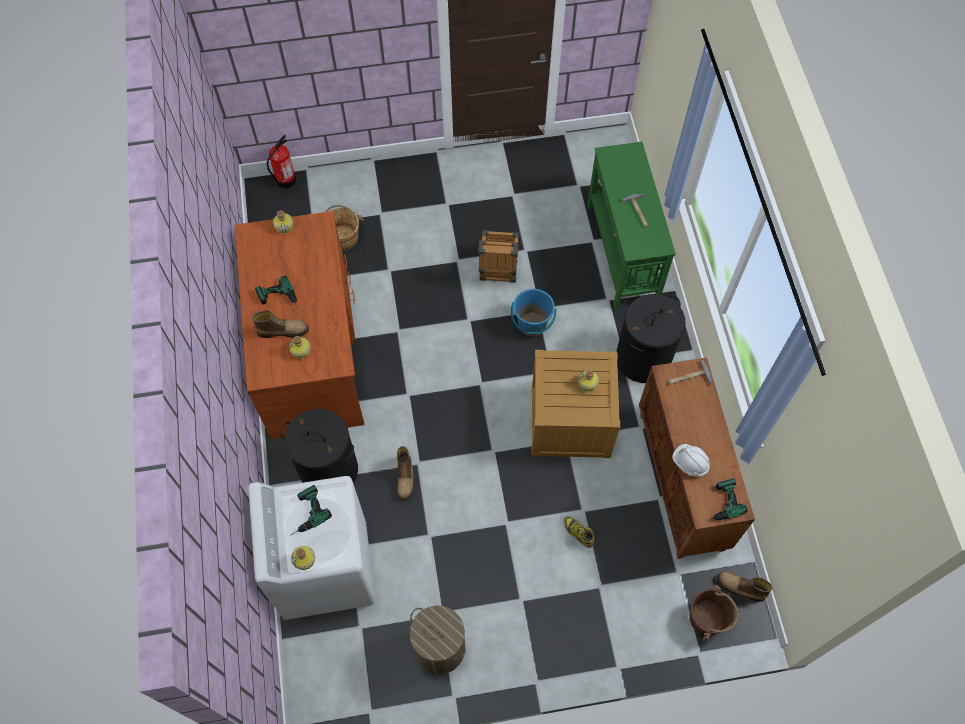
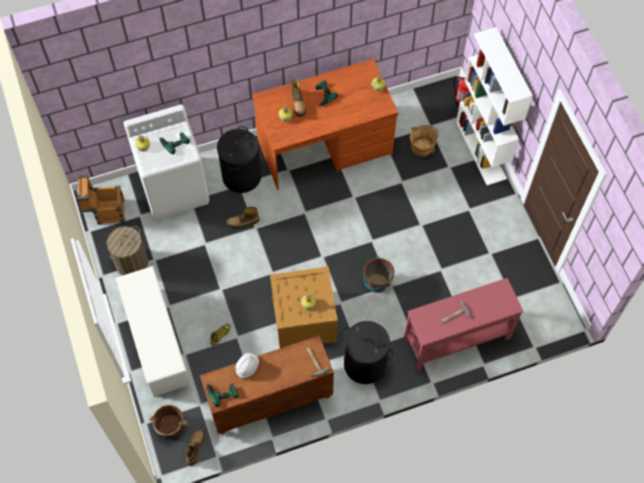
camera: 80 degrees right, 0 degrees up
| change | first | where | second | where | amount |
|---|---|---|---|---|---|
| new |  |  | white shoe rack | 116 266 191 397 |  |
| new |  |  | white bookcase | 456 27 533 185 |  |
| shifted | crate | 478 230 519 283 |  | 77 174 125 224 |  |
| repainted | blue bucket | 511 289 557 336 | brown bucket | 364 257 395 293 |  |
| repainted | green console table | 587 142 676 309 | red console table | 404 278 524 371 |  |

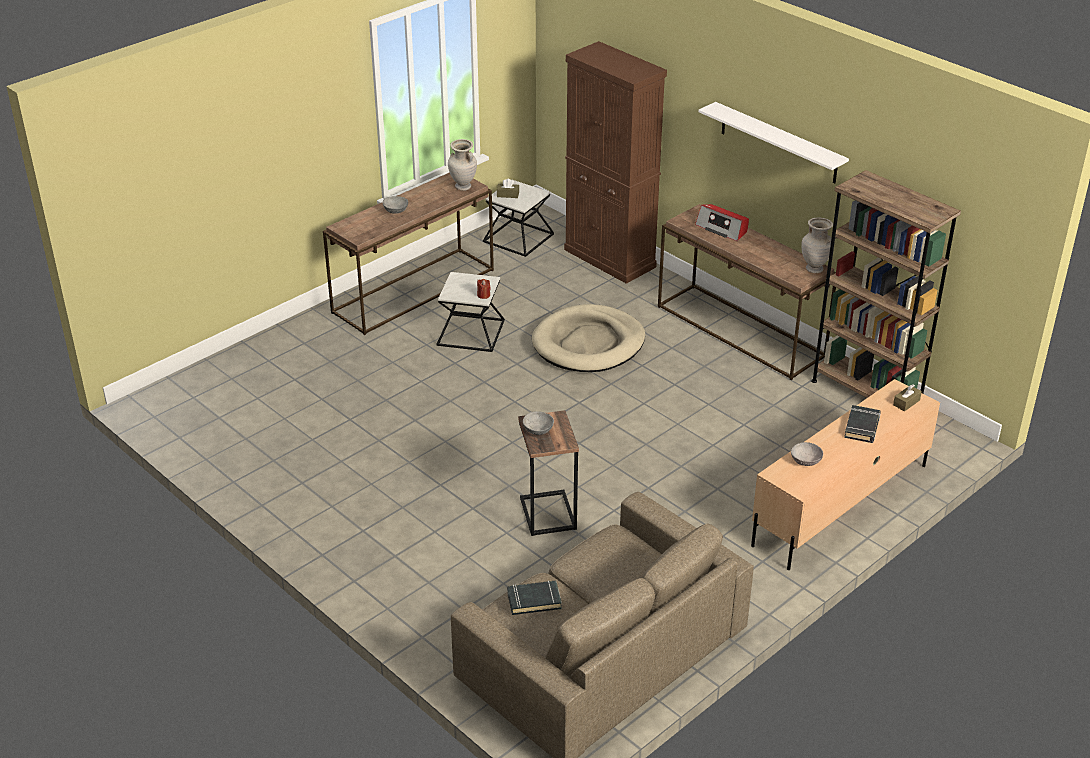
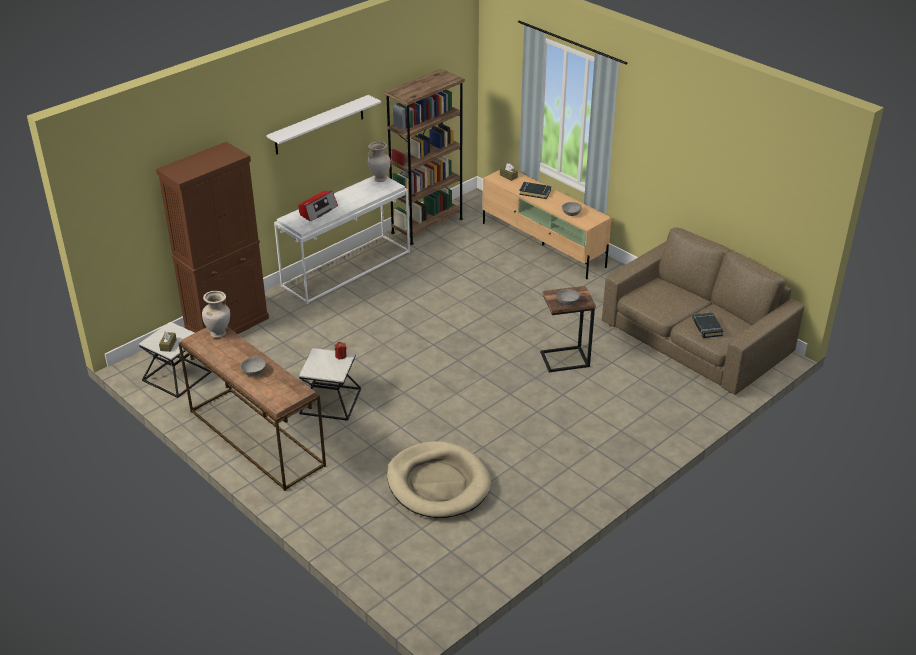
camera: 90 degrees left, 0 degrees up
| change | first | where | second | where | amount |
|---|---|---|---|---|---|
| shifted | beige dog bed | 532 304 645 372 |  | 387 441 491 518 |  |
| repainted | brown console table | 658 204 836 380 | white console table | 274 176 410 304 |  |

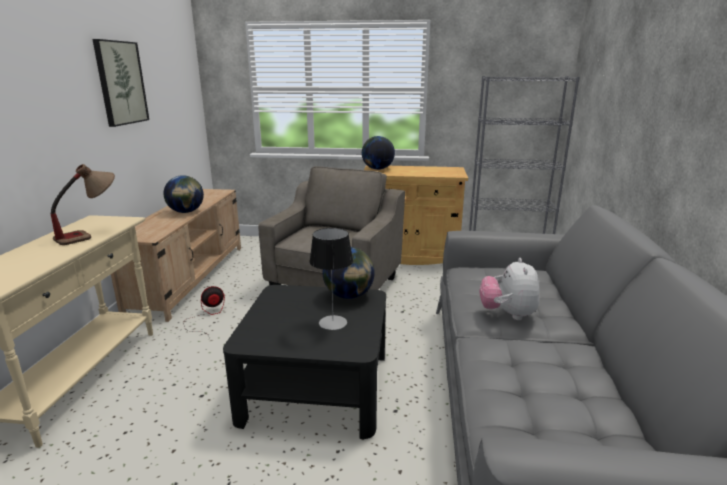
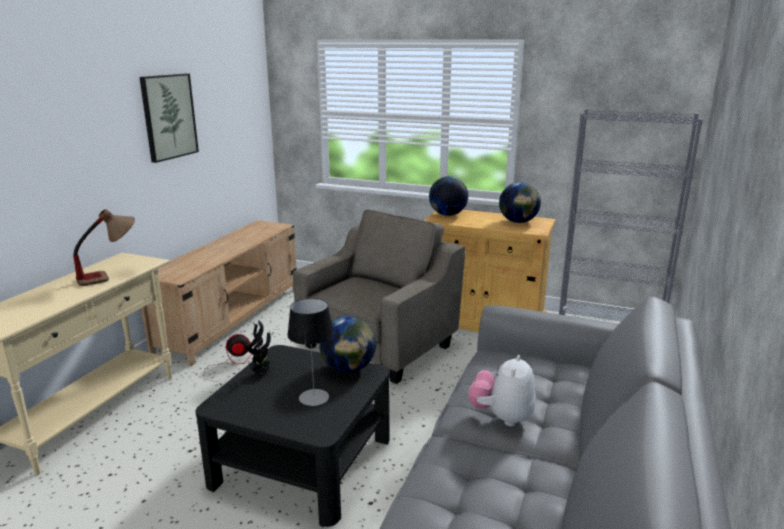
camera: 15 degrees right, 0 degrees up
| change | first | where | second | where | amount |
|---|---|---|---|---|---|
| new |  |  | potted plant | 248 321 271 374 |  |
| shifted | globe | 163 175 204 213 |  | 499 182 541 223 |  |

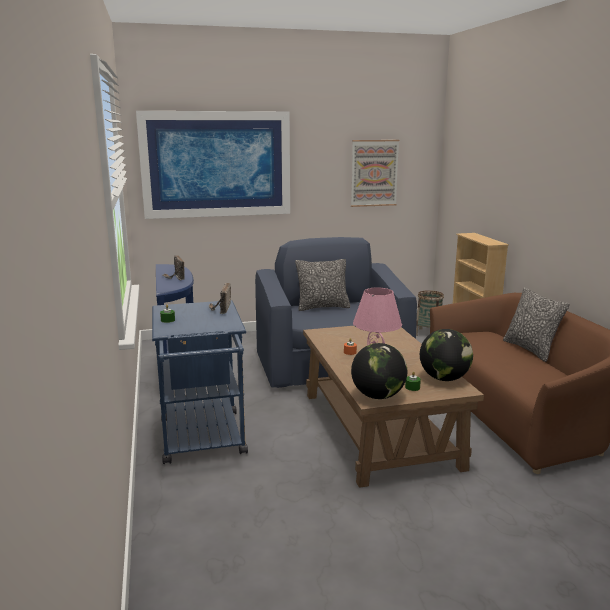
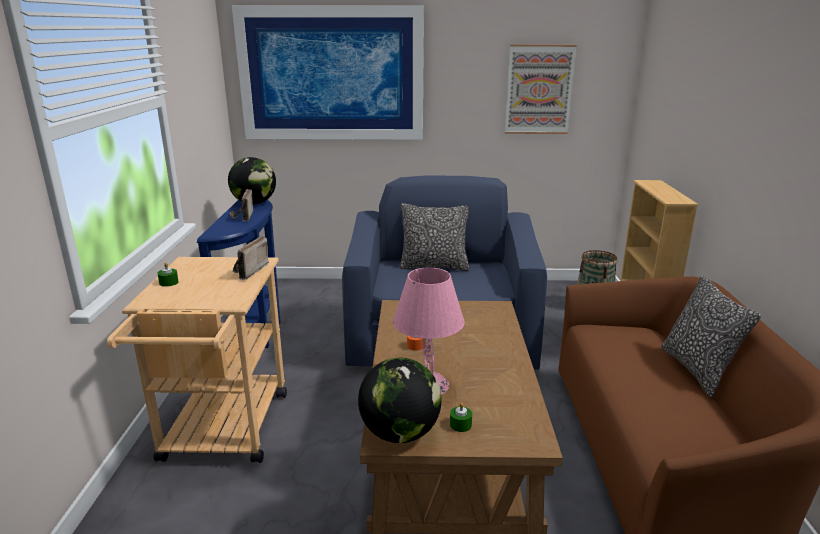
camera: 15 degrees right, 5 degrees up
| change | first | where | second | where | amount |
|---|---|---|---|---|---|
| shifted | globe | 420 329 473 381 |  | 228 157 276 204 |  |
| repainted | blue cart | 152 300 248 464 | beige cart | 107 257 287 463 |  |

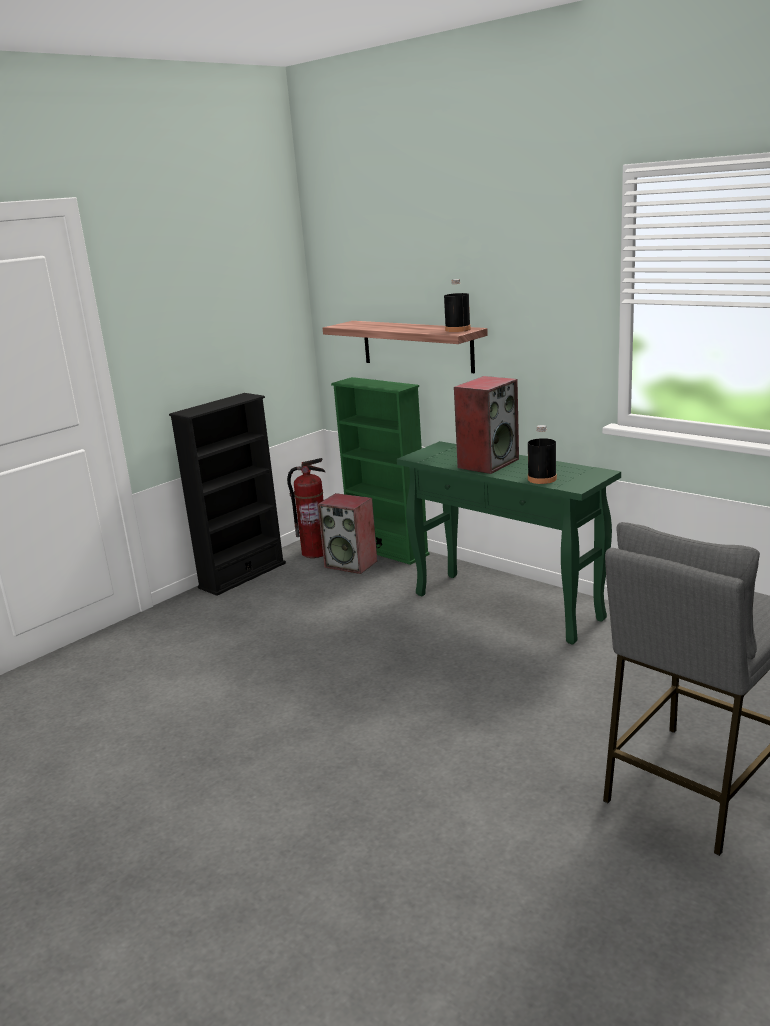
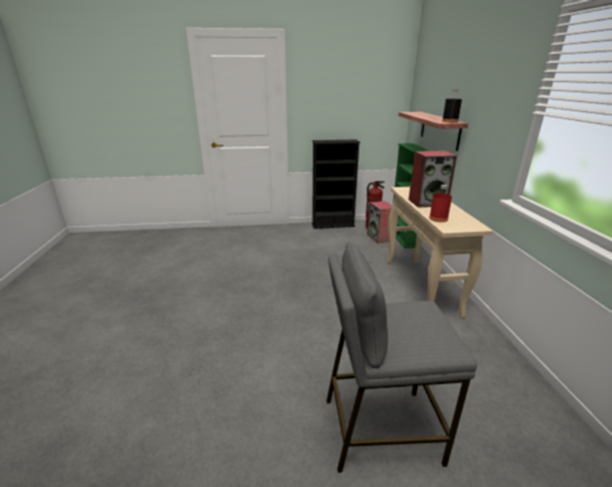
camera: 40 degrees right, 5 degrees up
| change | first | where | second | where | amount |
|---|---|---|---|---|---|
| repainted | green console table | 397 441 621 644 | beige console table | 387 187 493 319 |  |
| repainted | black bottle | 528 425 557 484 | red bottle | 429 185 452 222 |  |

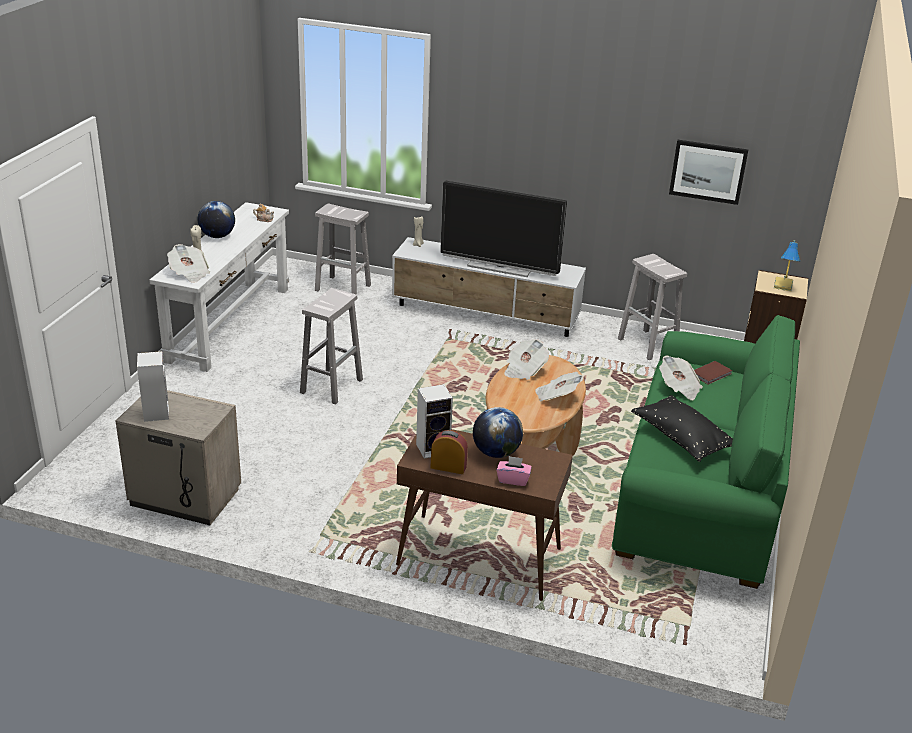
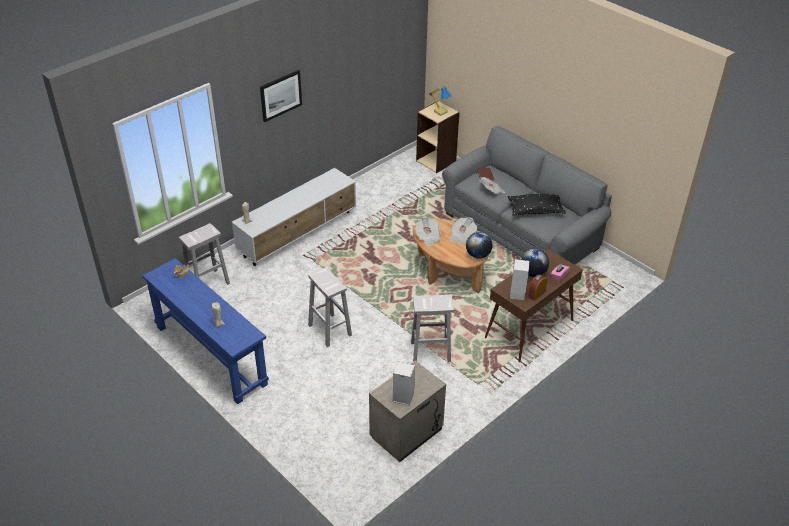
camera: 60 degrees left, 10 degrees up
| change | first | where | second | where | amount |
|---|---|---|---|---|---|
| gone | newspaper | 167 244 210 283 |  |  |  |
| gone | television | 440 181 567 277 |  |  |  |
| shifted | globe | 198 201 235 238 |  | 466 232 492 259 |  |
| shifted | white stool | 618 254 687 360 |  | 411 295 454 362 |  |
| shifted | picture | 669 140 748 205 |  | 260 70 302 122 |  |
| repainted | white console table | 149 202 289 372 | blue console table | 142 258 269 404 |  |
| repainted | green sofa | 612 315 800 589 | grey sofa | 442 126 612 265 |  |

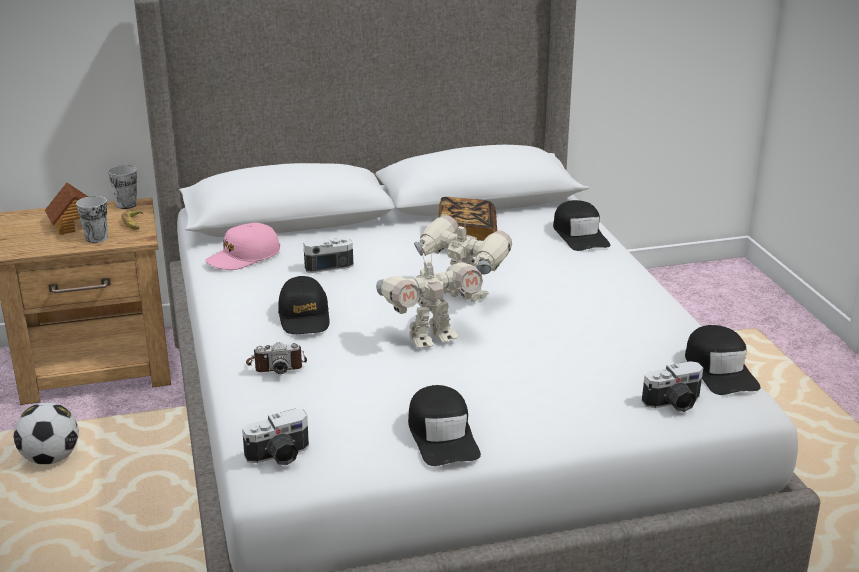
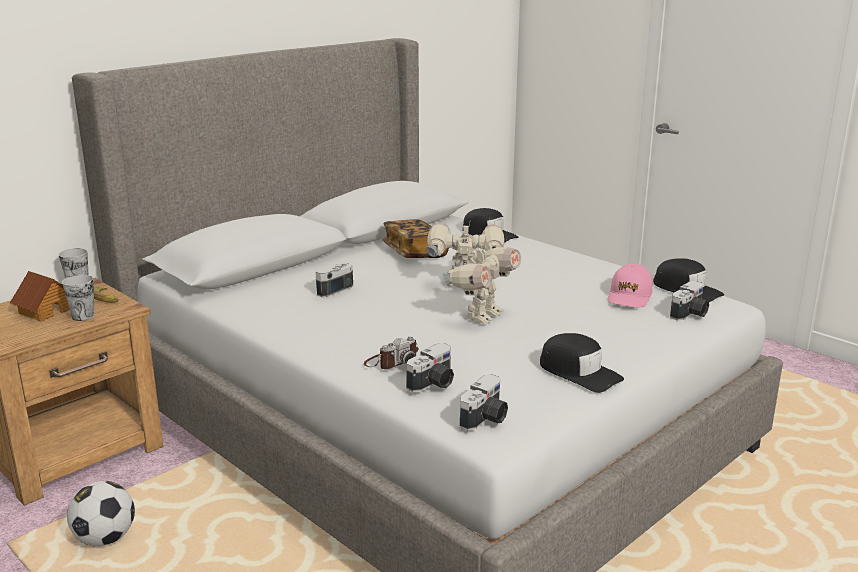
camera: 30 degrees left, 5 degrees down
| change | first | where | second | where | amount |
|---|---|---|---|---|---|
| gone | black cap | 278 276 330 334 |  |  |  |
| new |  |  | photo camera | 406 343 454 392 |  |
| shifted | pink cap | 205 223 280 270 |  | 608 264 653 307 |  |

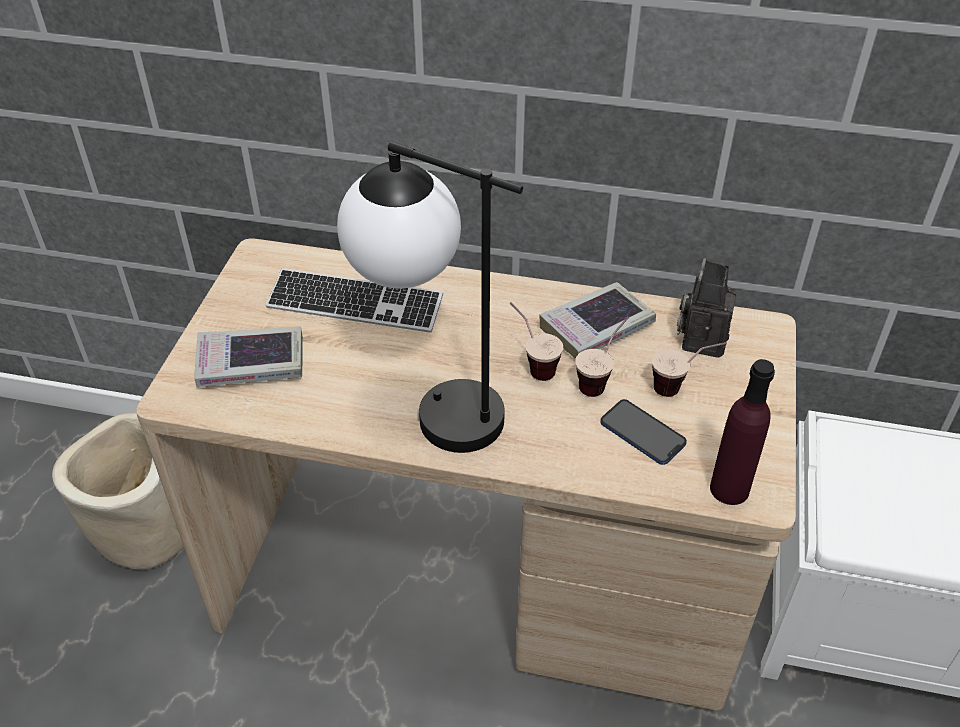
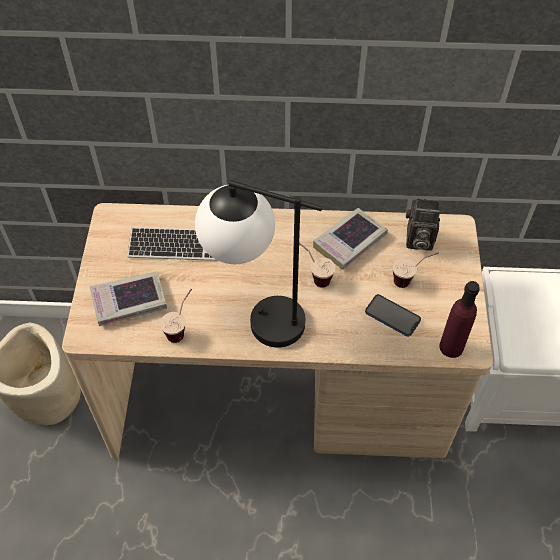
camera: 10 degrees left, 10 degrees up
| change | first | where | second | where | amount |
|---|---|---|---|---|---|
| shifted | cup | 575 317 629 397 |  | 160 289 192 343 |  |
| rotated | photo camera | 677 258 737 358 |  | 406 199 440 251 | 90 degrees counterclockwise |

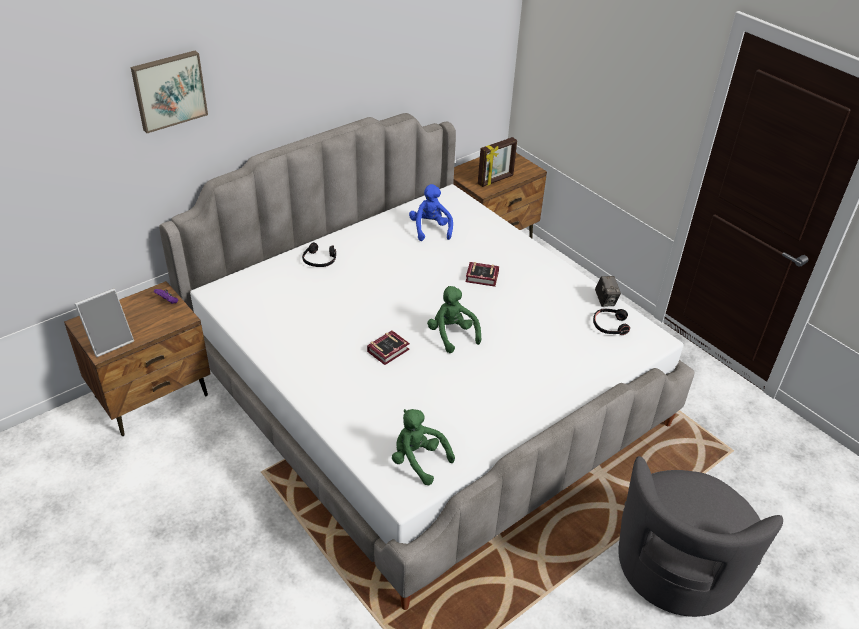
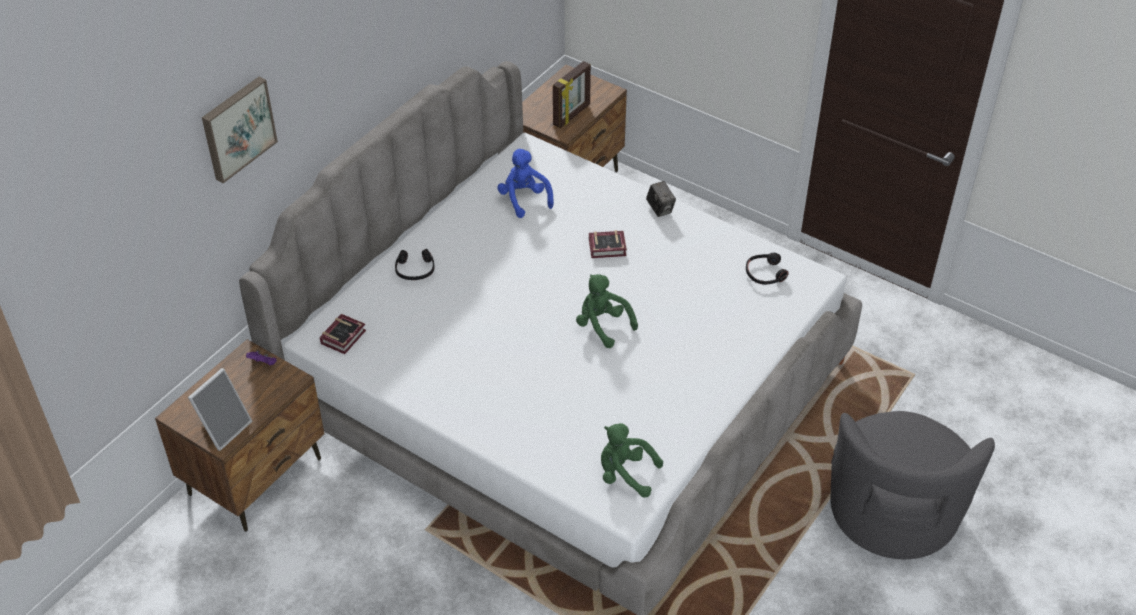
camera: 15 degrees left, 5 degrees up
| change | first | where | second | where | amount |
|---|---|---|---|---|---|
| shifted | book | 367 331 410 365 |  | 320 314 366 354 |  |
| shifted | photo camera | 595 276 621 307 |  | 646 181 676 217 |  |

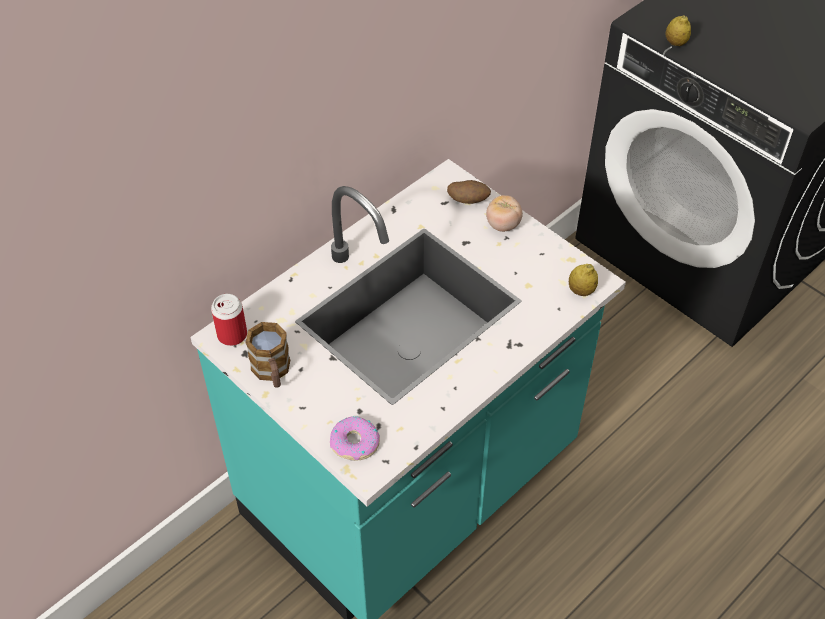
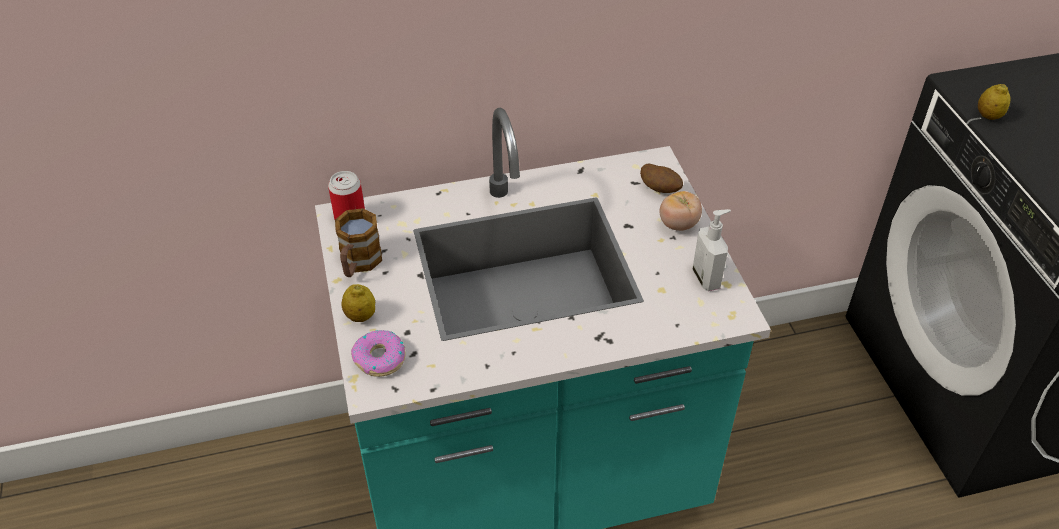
camera: 30 degrees right, 5 degrees down
| change | first | where | second | where | amount |
|---|---|---|---|---|---|
| new |  |  | soap dispenser | 692 209 731 291 |  |
| shifted | lemon | 569 264 598 296 |  | 341 284 375 322 |  |

